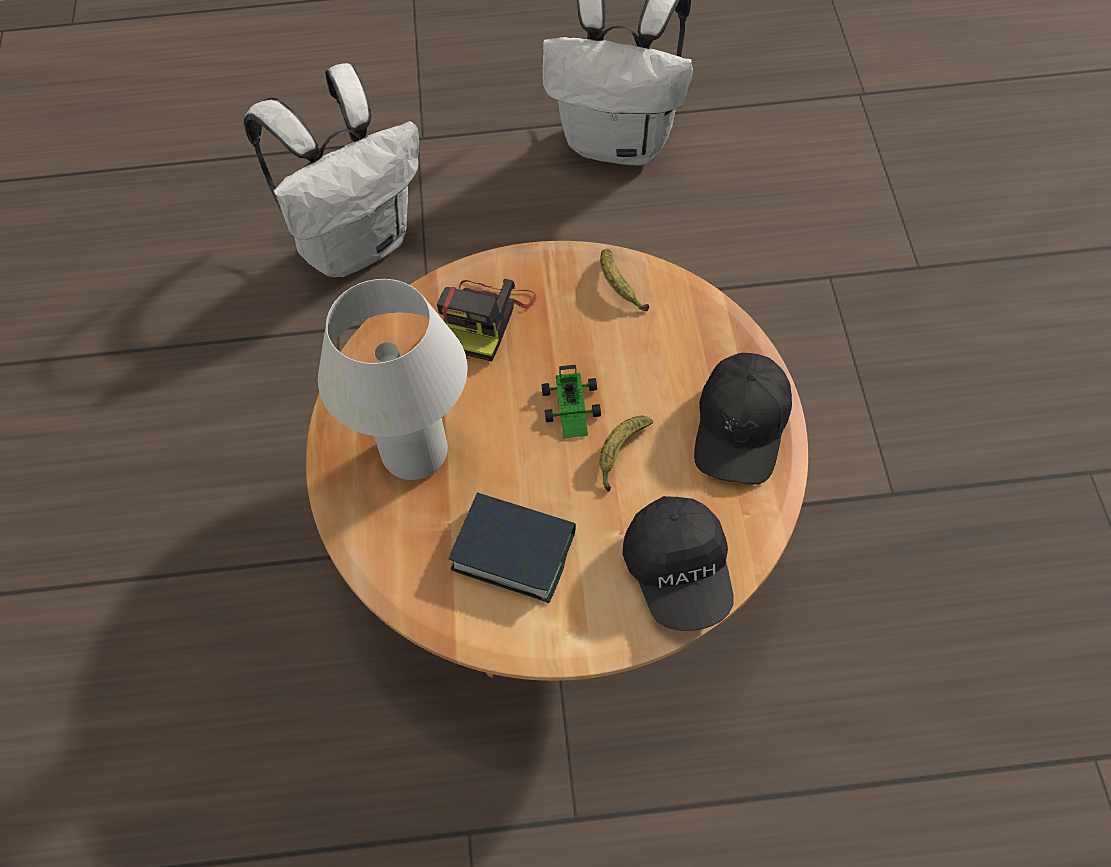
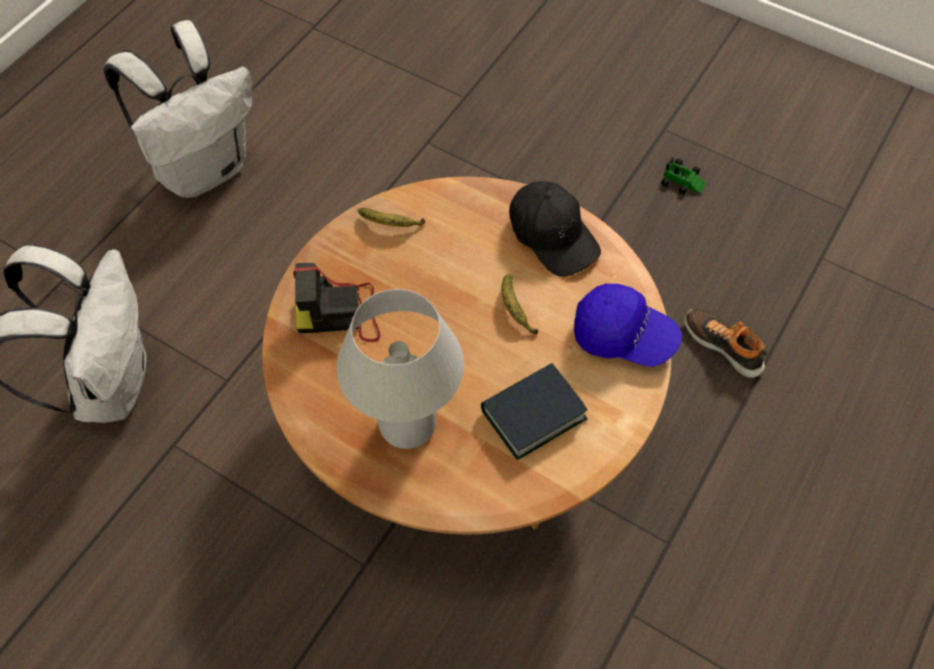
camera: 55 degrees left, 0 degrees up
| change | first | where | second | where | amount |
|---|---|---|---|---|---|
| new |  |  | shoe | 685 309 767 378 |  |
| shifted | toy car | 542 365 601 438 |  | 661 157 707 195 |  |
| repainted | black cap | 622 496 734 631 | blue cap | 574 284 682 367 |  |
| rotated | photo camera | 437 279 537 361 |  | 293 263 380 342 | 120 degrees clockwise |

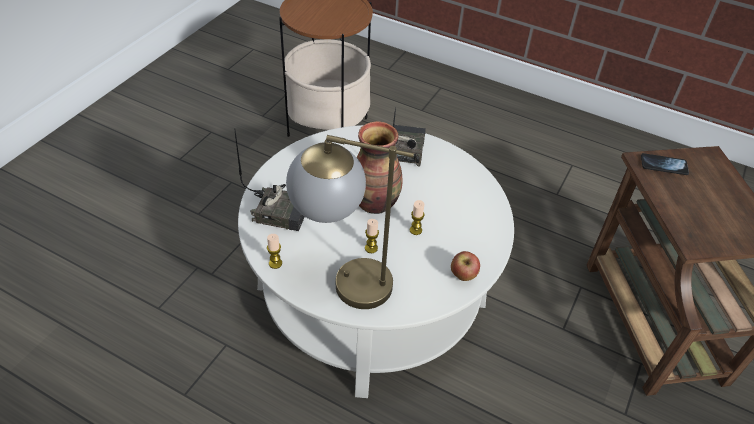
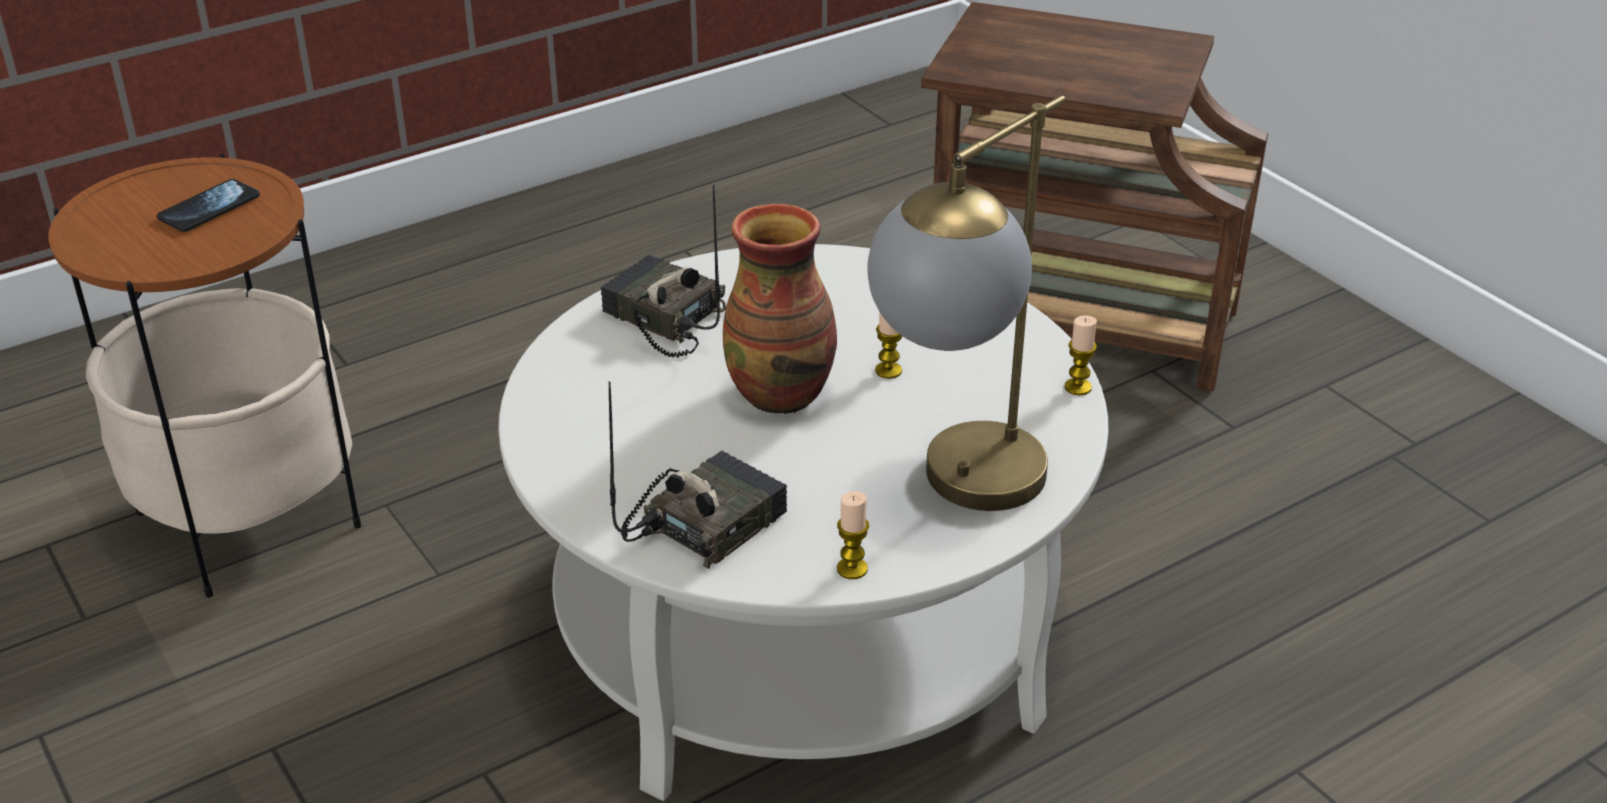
camera: 60 degrees left, 10 degrees down
| change | first | where | second | where | amount |
|---|---|---|---|---|---|
| gone | apple | 451 251 480 281 |  |  |  |
| shifted | candle | 365 219 379 253 |  | 1064 315 1097 395 |  |
| shifted | phone | 641 153 689 175 |  | 157 179 260 232 |  |

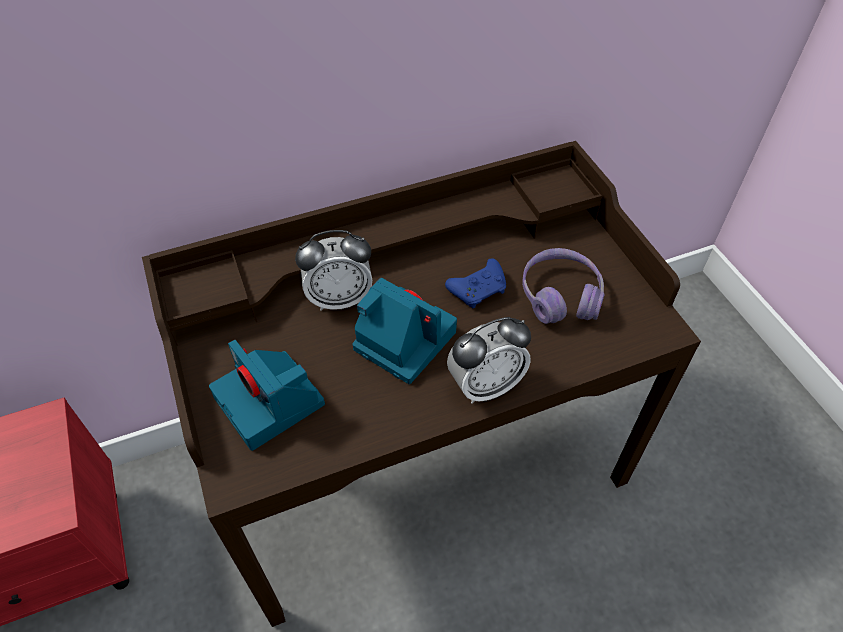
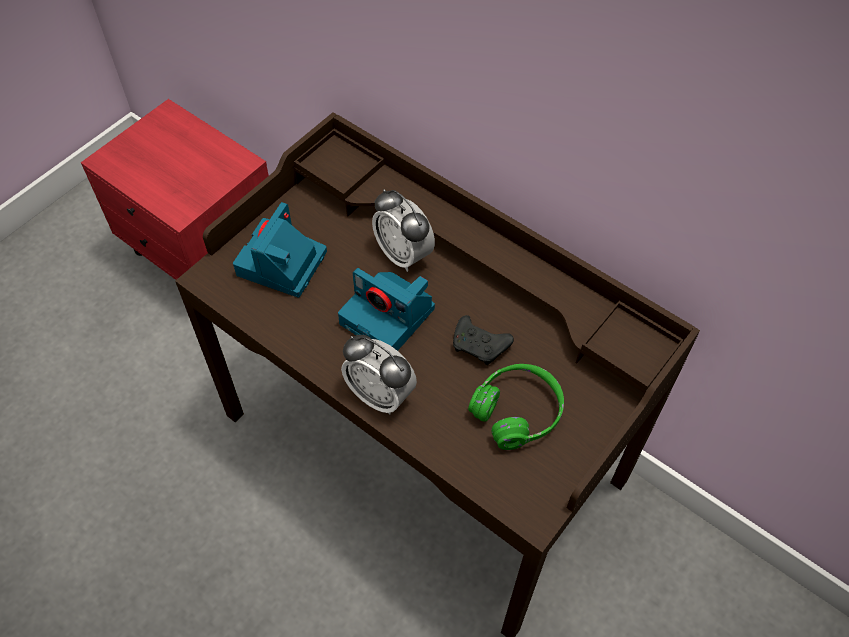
camera: 60 degrees right, 5 degrees up
| change | first | where | second | where | amount |
|---|---|---|---|---|---|
| repainted | blue game controller | 445 259 506 308 | black game controller | 453 315 514 365 |  |
| repainted | purple headphones | 522 248 605 324 | green headphones | 468 364 564 450 |  |
| rotated | photo camera | 352 278 457 384 |  | 338 268 435 351 | 120 degrees clockwise |

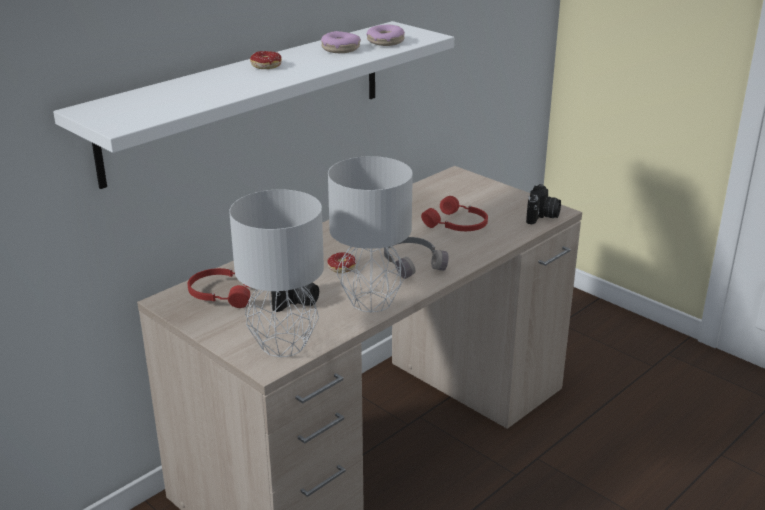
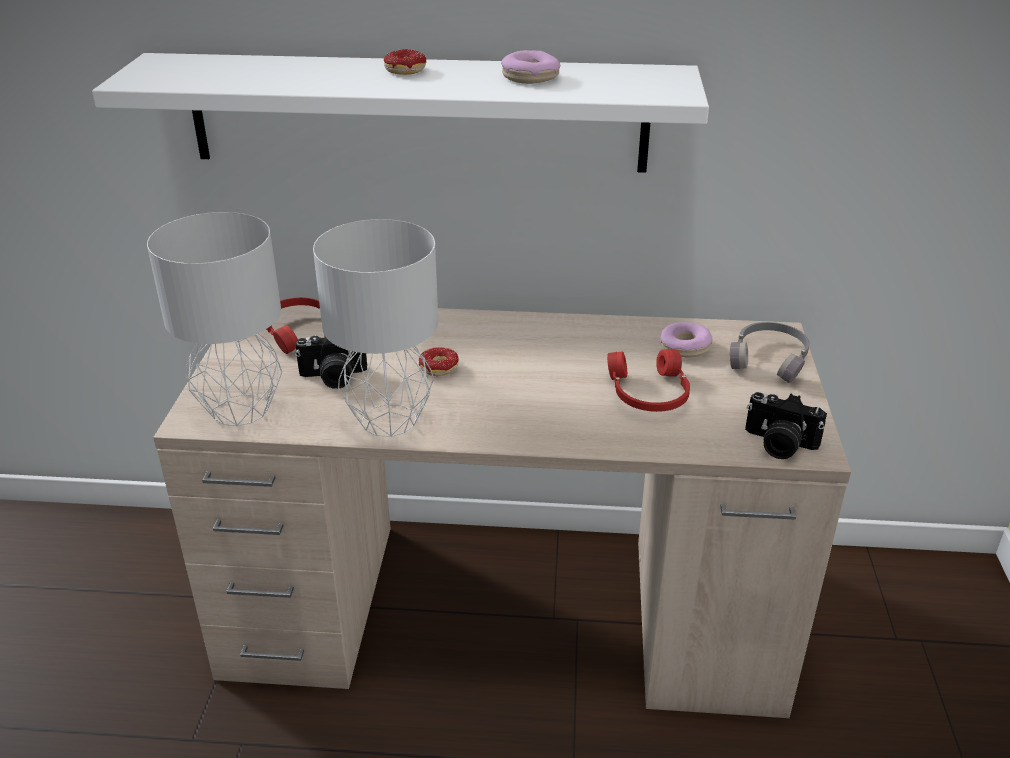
camera: 50 degrees right, 5 degrees up
| change | first | where | second | where | amount |
|---|---|---|---|---|---|
| shifted | donut | 366 24 405 46 |  | 660 322 712 357 |  |
| shifted | grey headphones | 384 237 448 279 |  | 730 322 809 383 |  |
| rotated | photo camera | 526 184 561 224 |  | 745 392 827 459 | 45 degrees clockwise |

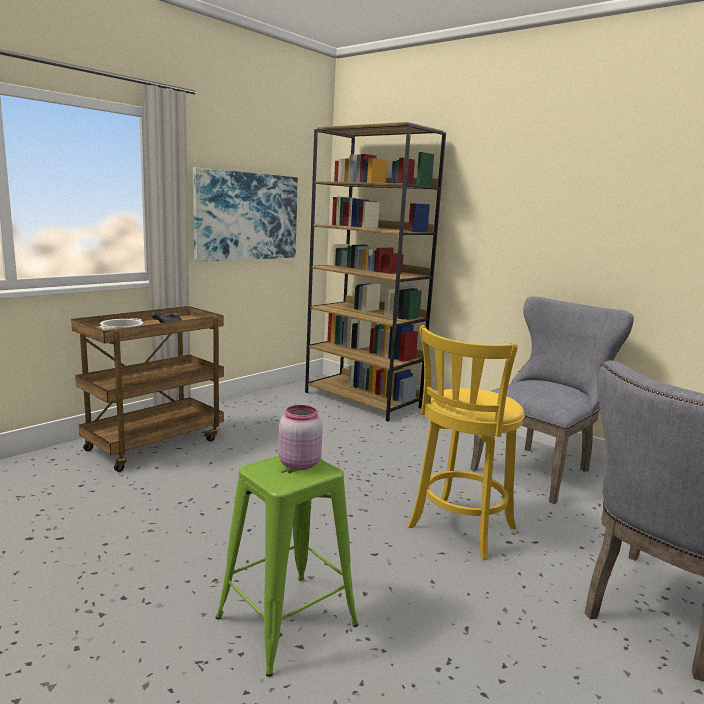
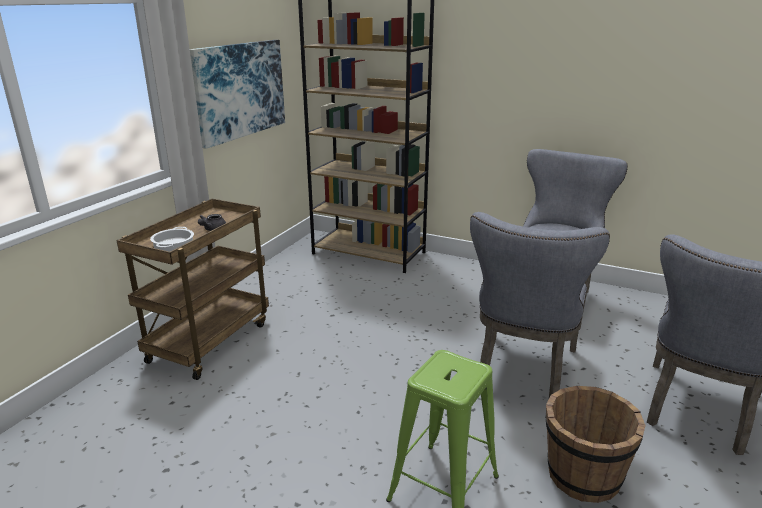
camera: 15 degrees left, 10 degrees up
| change | first | where | second | where | amount |
|---|---|---|---|---|---|
| gone | pink jar | 278 405 323 470 |  |  |  |
| new |  |  | brown bucket | 545 386 646 503 |  |
| swapped | yellow stool | 408 325 525 560 | grey chair | 470 212 610 398 |  |

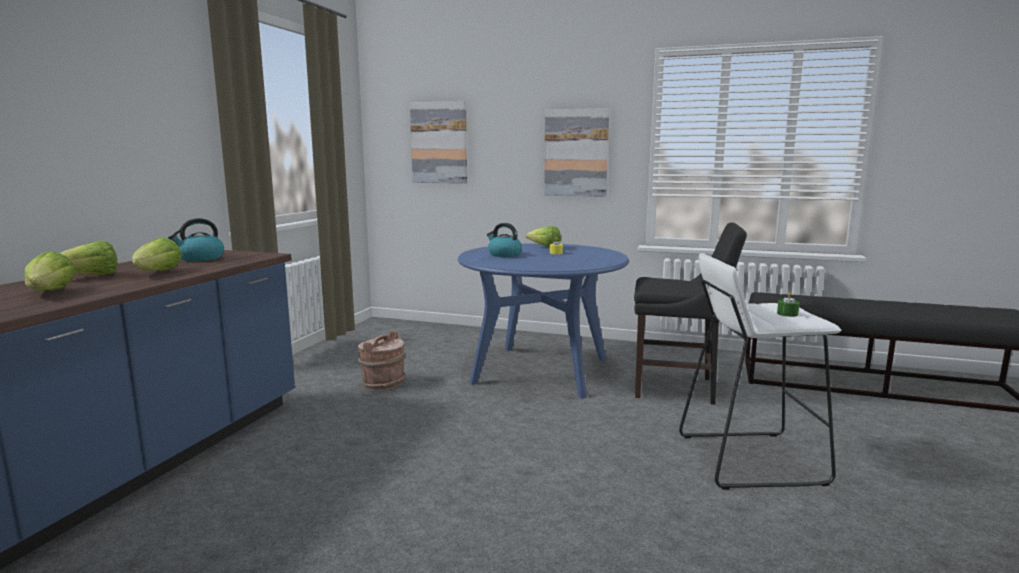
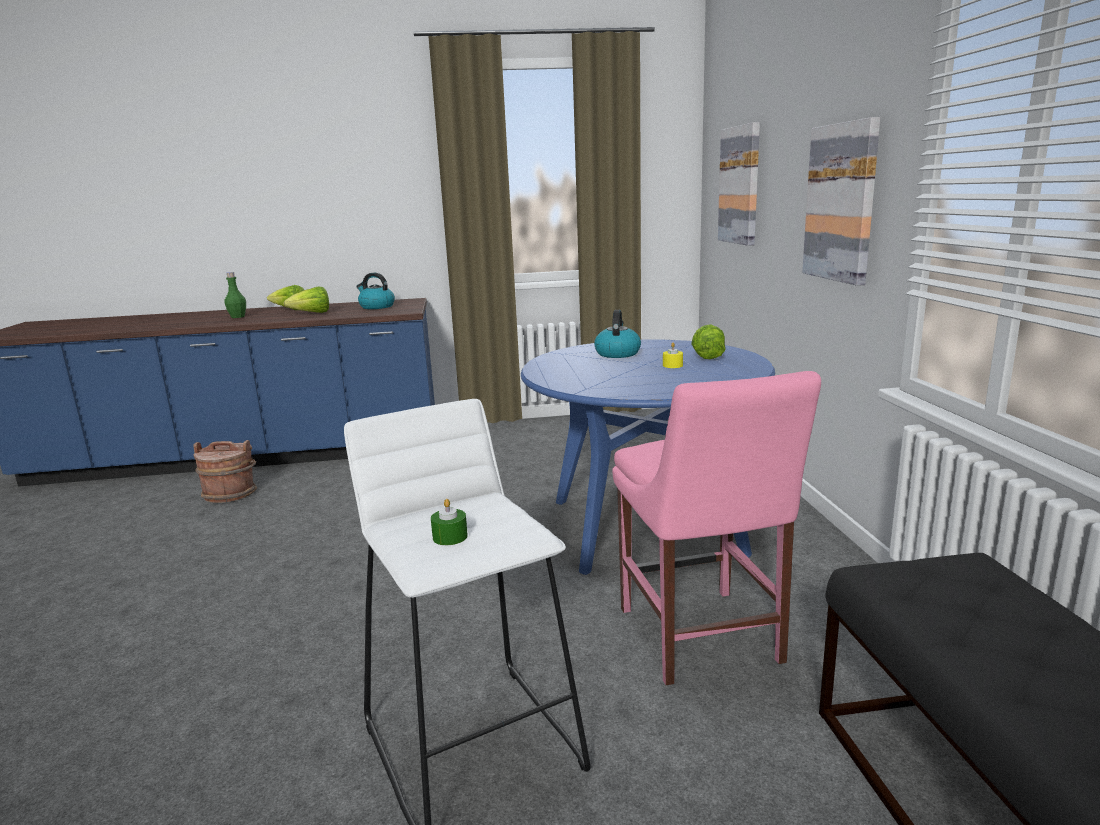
camera: 65 degrees right, 5 degrees up
| change | first | where | second | where | amount |
|---|---|---|---|---|---|
| shifted | brown bucket | 358 330 406 390 |  | 193 440 257 503 |  |
| swapped | lettuce | 25 251 76 291 | green bottle | 225 272 246 318 |  |
| repainted | black chair | 634 222 747 405 | pink chair | 612 371 821 685 |  |

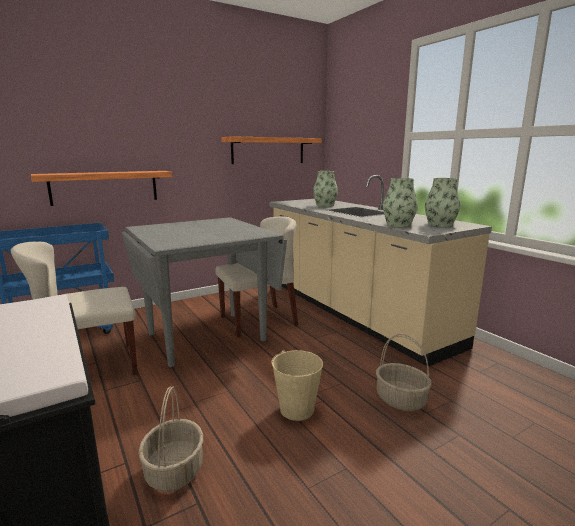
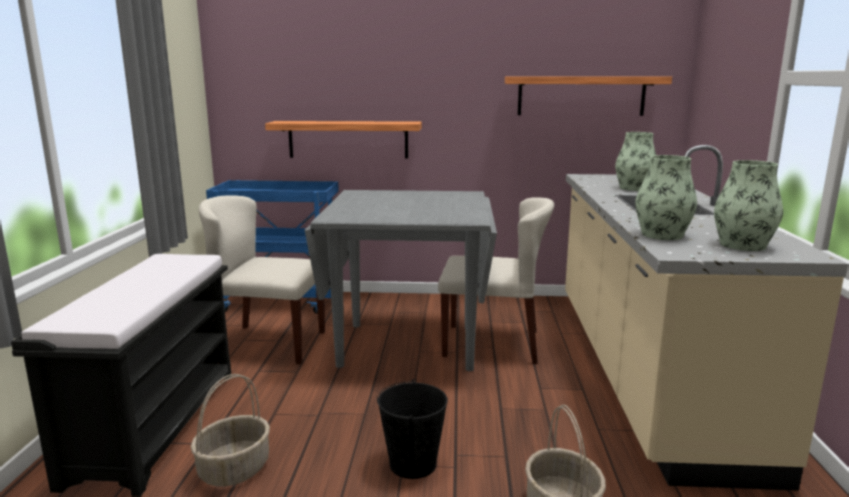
camera: 35 degrees right, 0 degrees up
| change | first | where | second | where | amount |
|---|---|---|---|---|---|
| repainted | beige bucket | 272 350 323 421 | black bucket | 377 379 448 479 |  |

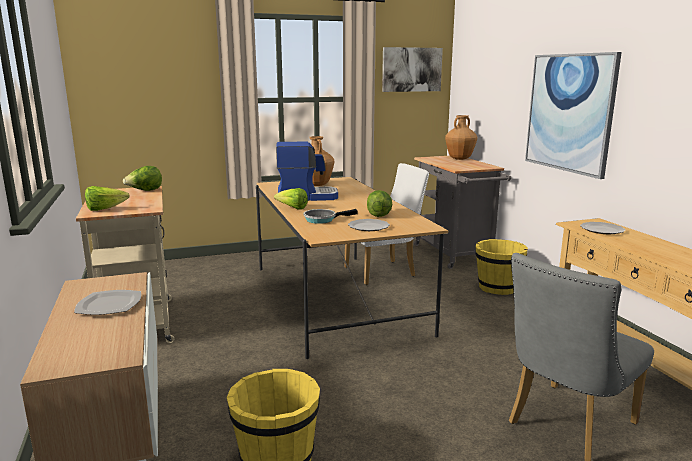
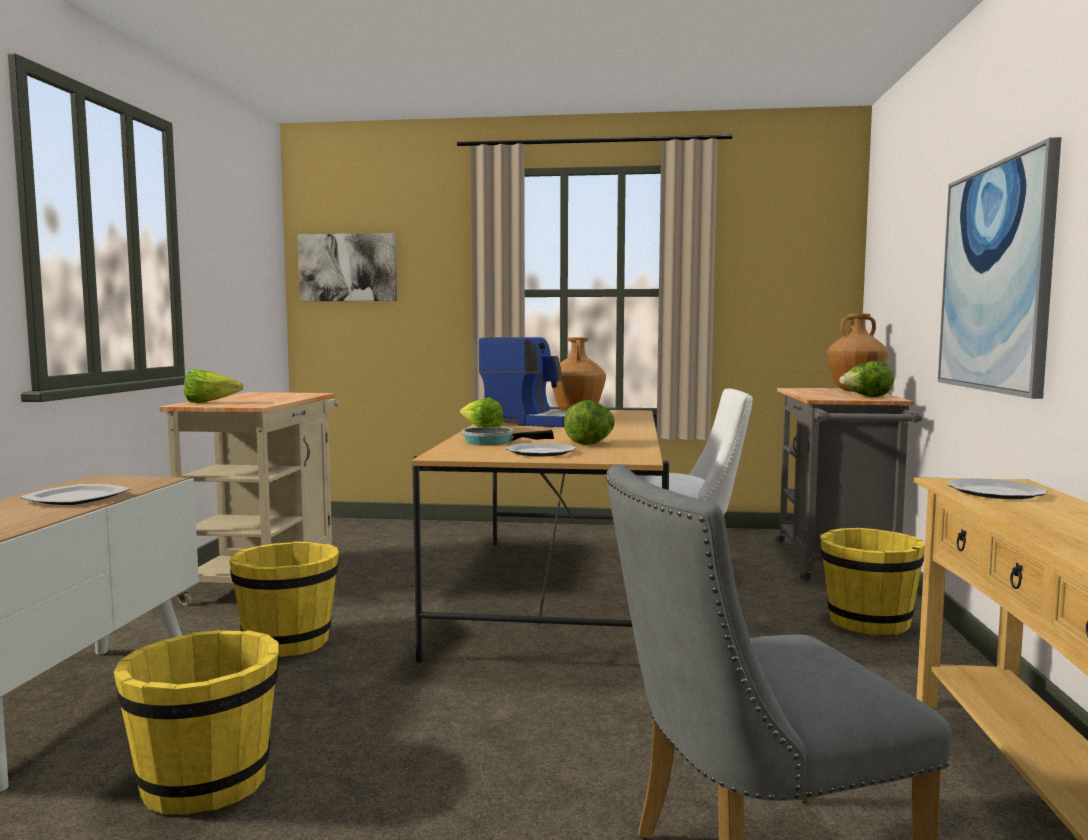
camera: 25 degrees right, 10 degrees down
| change | first | where | second | where | amount |
|---|---|---|---|---|---|
| new |  |  | yellow bucket | 230 541 339 657 |  |
| shifted | lettuce | 123 166 162 191 |  | 839 361 894 397 |  |
| shifted | picture | 382 47 443 92 |  | 298 233 397 301 |  |

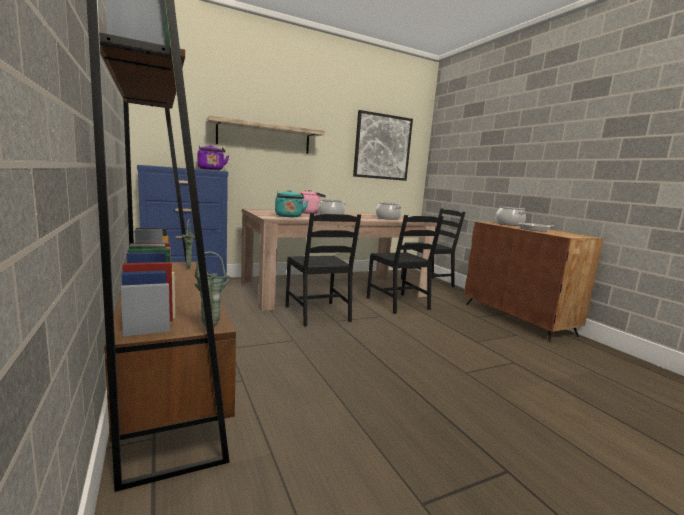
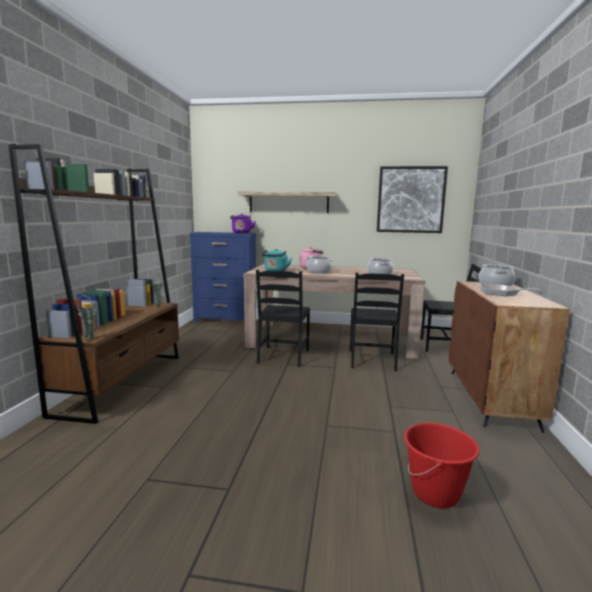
camera: 35 degrees right, 0 degrees up
| change | first | where | second | where | amount |
|---|---|---|---|---|---|
| new |  |  | red bucket | 404 423 480 508 |  |

